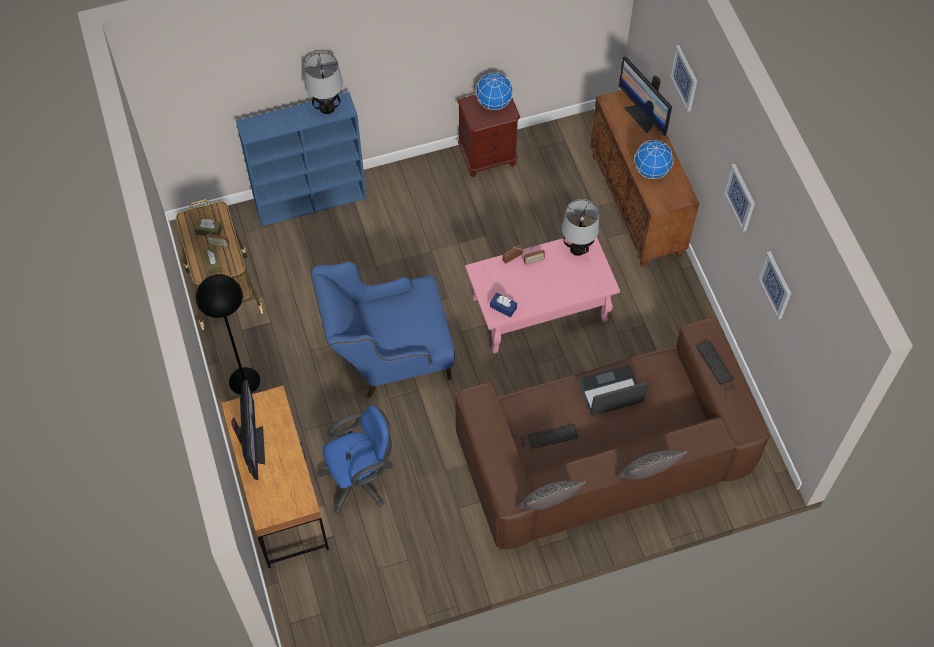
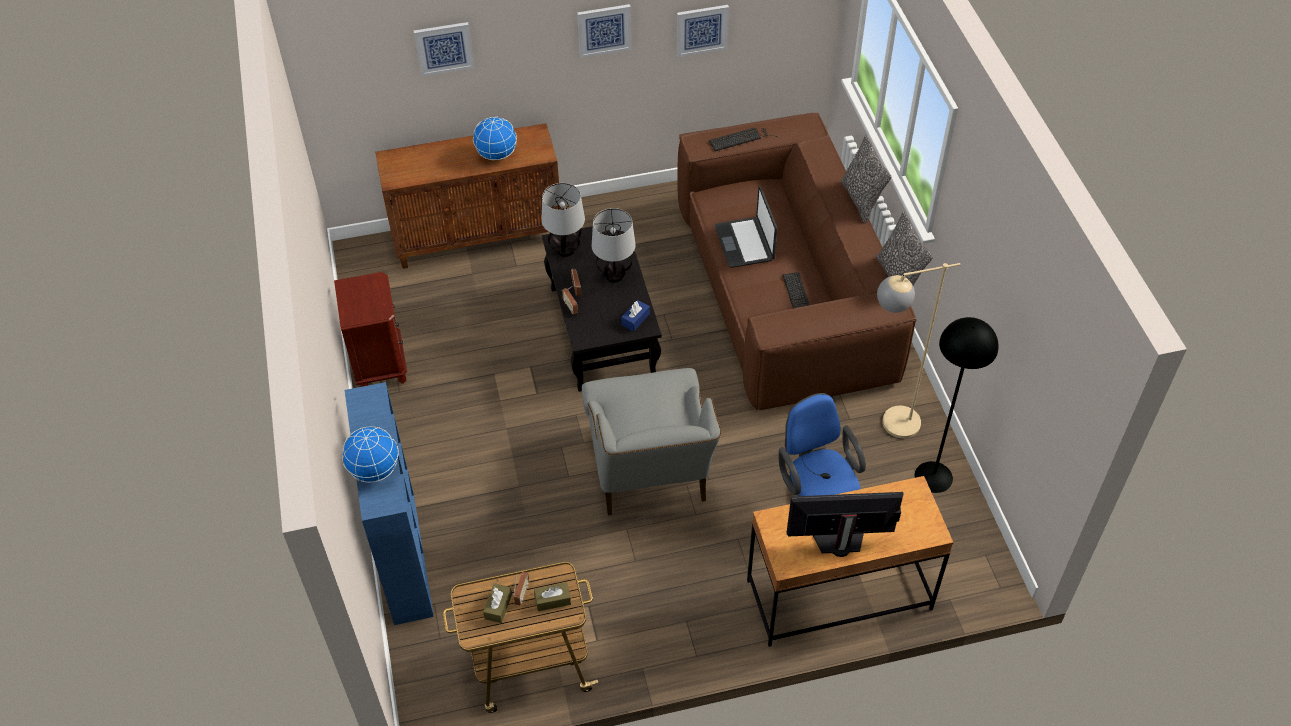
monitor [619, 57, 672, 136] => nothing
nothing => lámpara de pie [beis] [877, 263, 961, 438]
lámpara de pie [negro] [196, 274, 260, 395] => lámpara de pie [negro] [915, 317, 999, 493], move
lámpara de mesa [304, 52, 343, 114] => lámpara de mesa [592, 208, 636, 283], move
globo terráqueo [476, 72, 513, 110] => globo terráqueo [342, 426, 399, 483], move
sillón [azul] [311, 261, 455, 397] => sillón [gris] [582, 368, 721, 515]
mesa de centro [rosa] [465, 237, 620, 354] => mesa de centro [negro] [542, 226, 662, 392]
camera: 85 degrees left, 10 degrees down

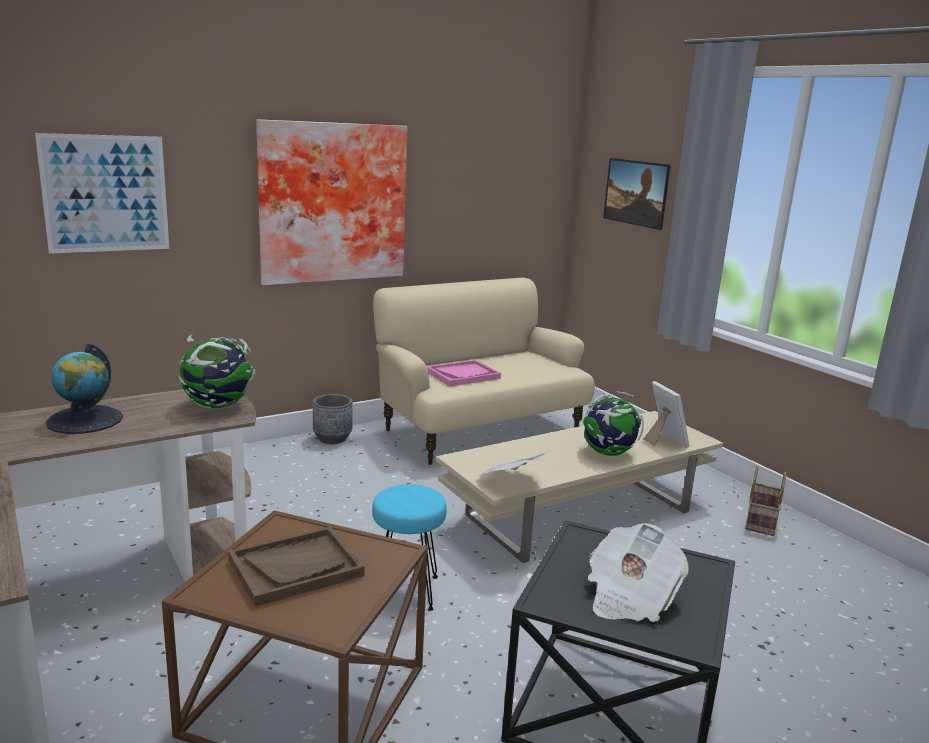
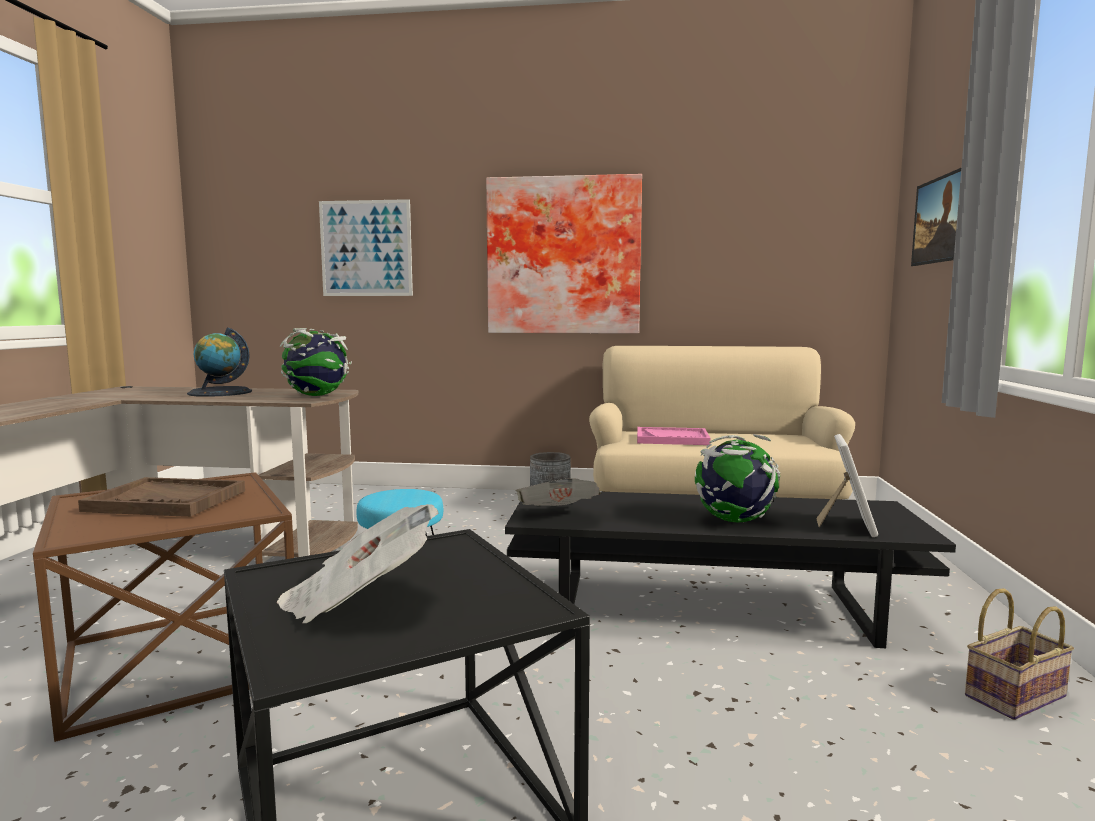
mesa de centro [beis] [436, 411, 723, 563] => mesa de centro [negro] [505, 492, 956, 648]
camera: 40 degrees right, 10 degrees down

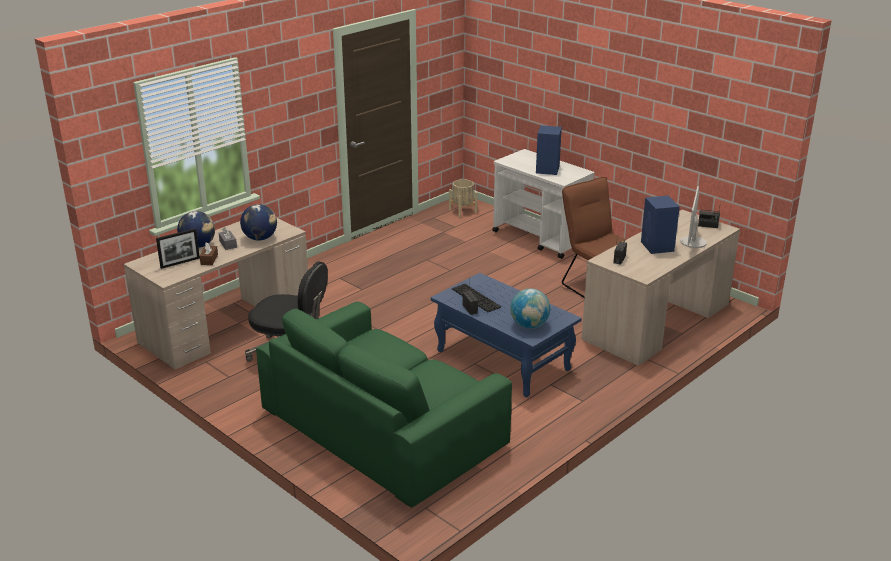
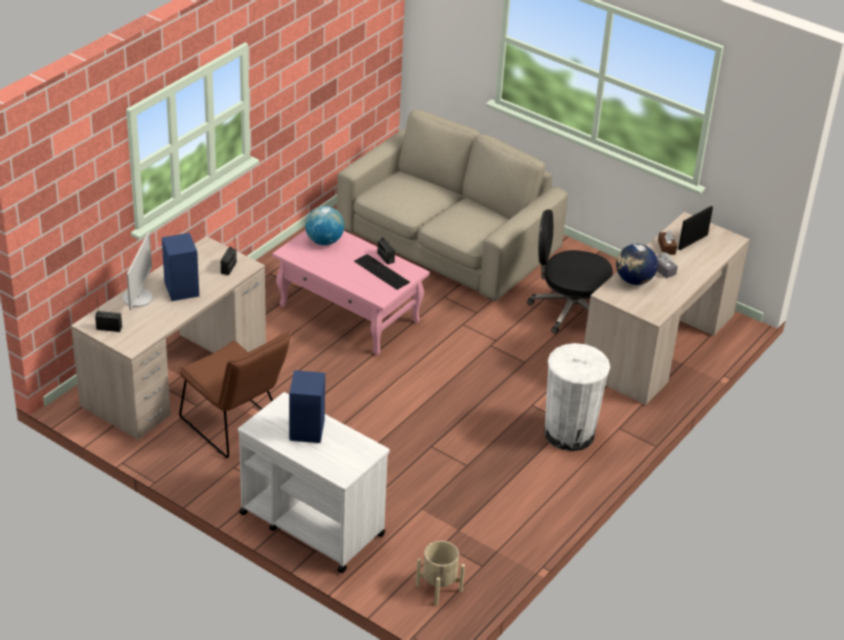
globo terráqueo [177, 211, 215, 248] => nothing
nothing => papelera [blanco] [544, 343, 610, 451]
sofá [verde] [256, 302, 512, 508] => sofá [beis] [337, 110, 568, 301]
mesa de centro [azul] [431, 273, 582, 398] => mesa de centro [rosa] [272, 230, 430, 355]
camera: 170 degrees right, 10 degrees up

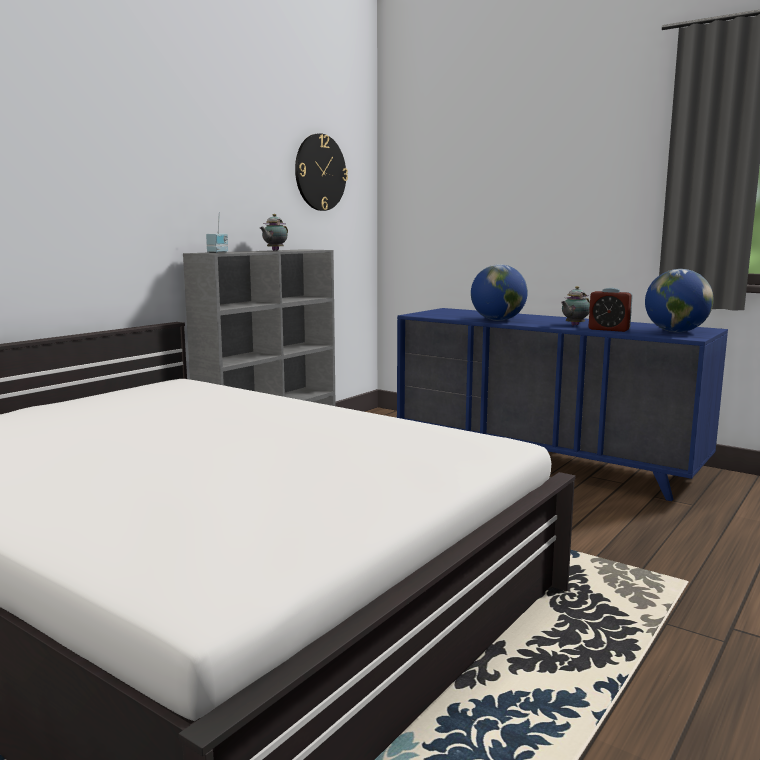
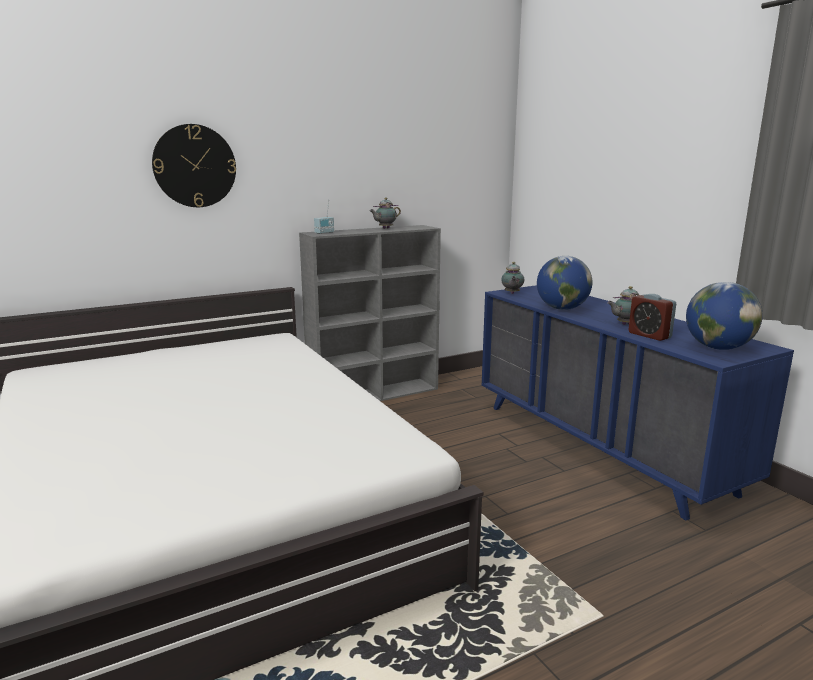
nothing => tetera [501, 262, 524, 294]
reloj de pared [295, 133, 348, 211] => reloj de pared [152, 124, 236, 207], move
camera: 25 degrees right, 5 degrees up

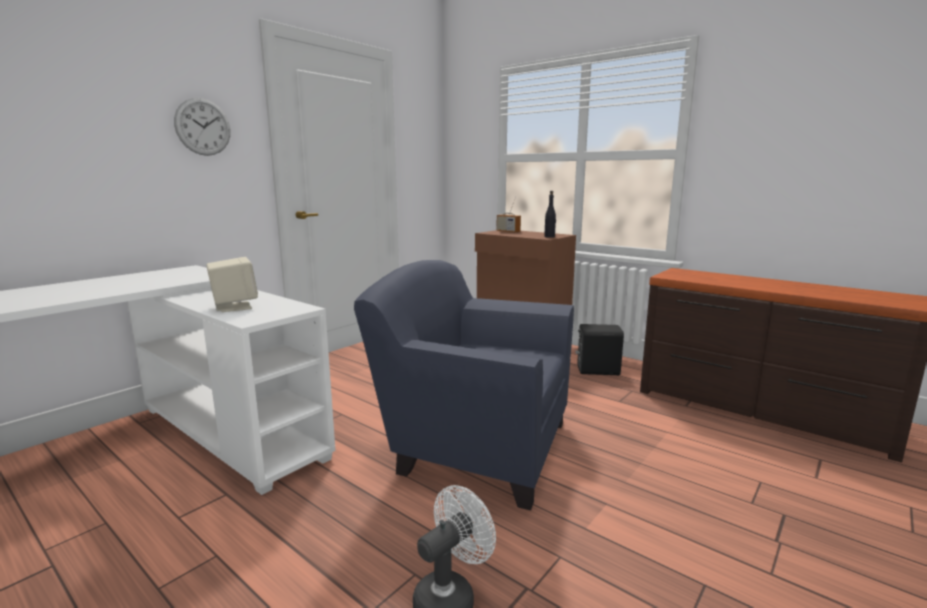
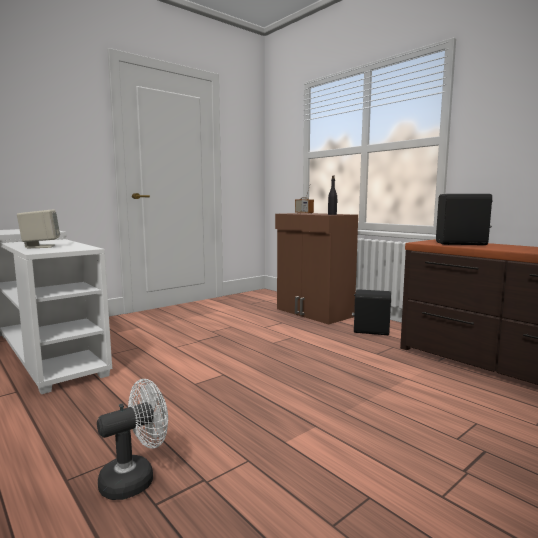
reloj de pared [174, 98, 230, 156] => nothing
sillón [azul] [354, 260, 574, 510] => nothing
nothing => altavoz [negro] [436, 194, 492, 245]
camera: 10 degrees right, 5 degrees down

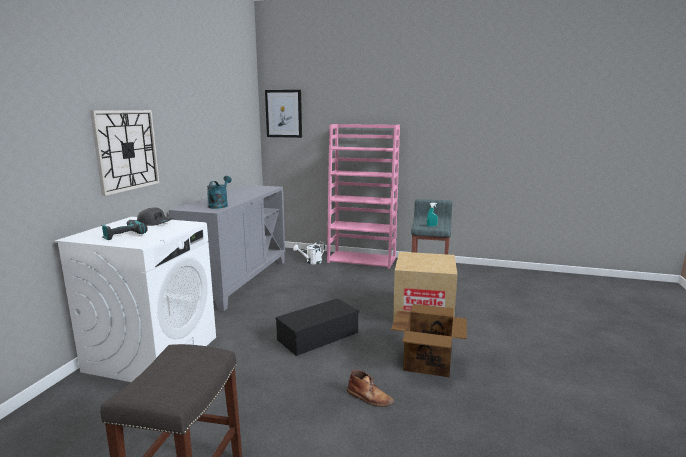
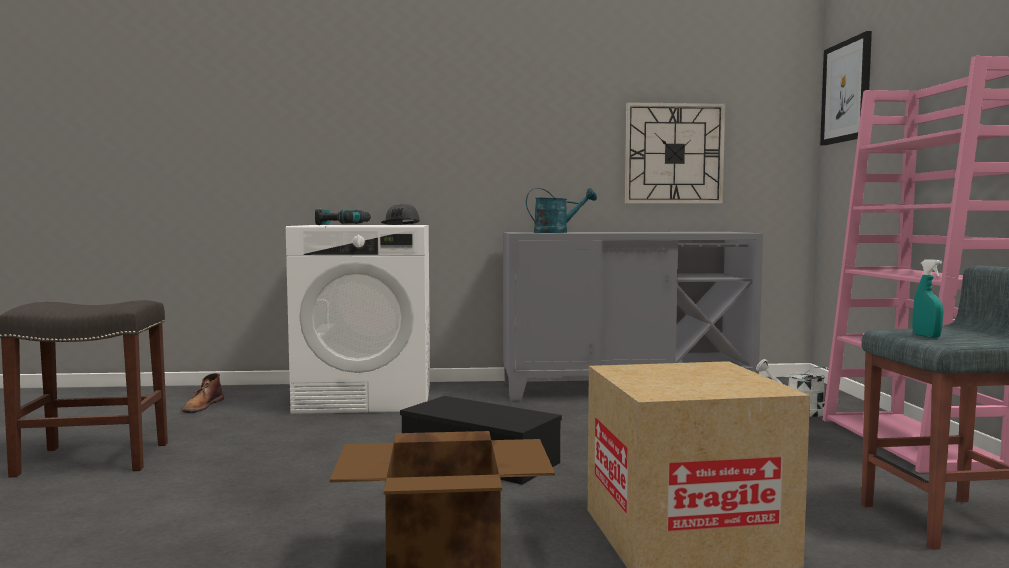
reloj de pared [90, 110, 160, 196] => reloj de pared [625, 102, 725, 204], move
bota [marrón] [347, 370, 394, 407] => bota [marrón] [182, 373, 224, 413], move
camera: 70 degrees right, 10 degrees down

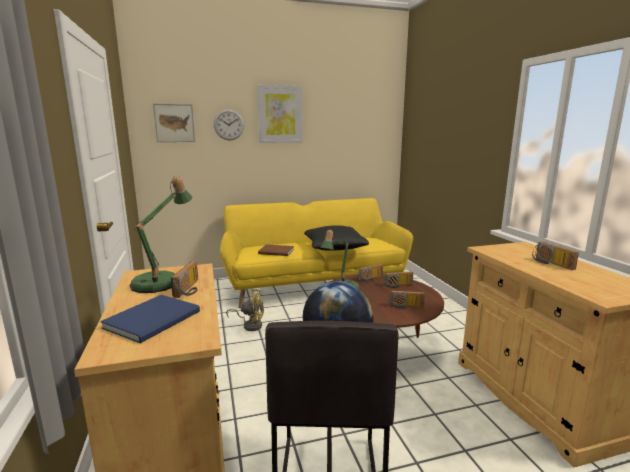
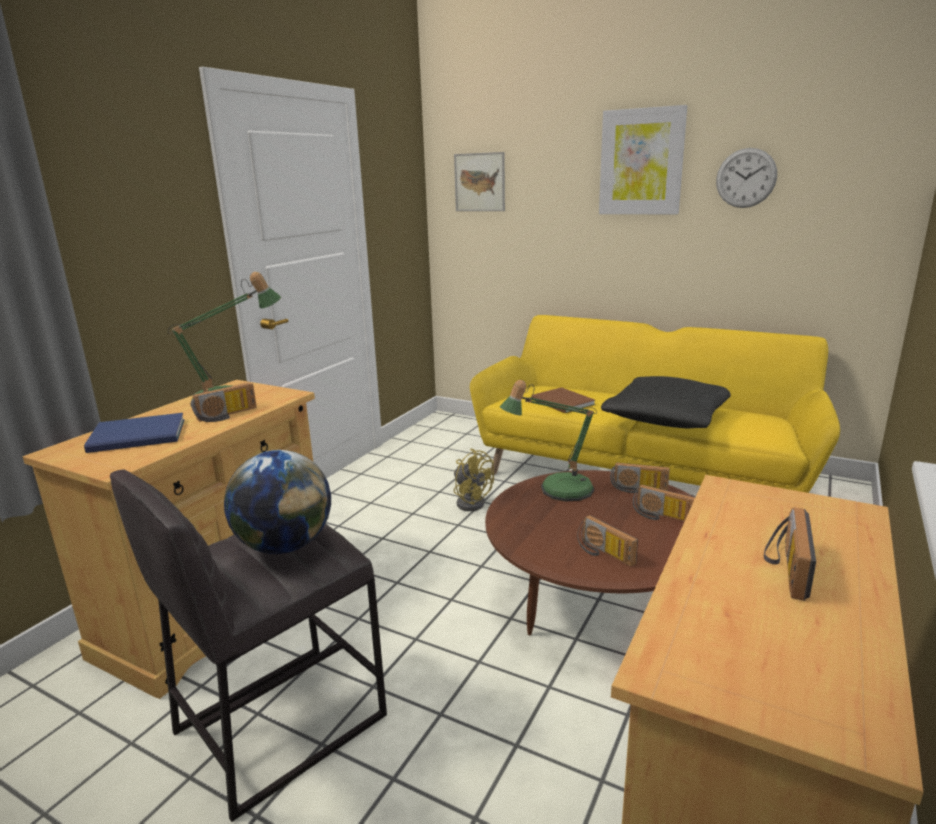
reloj de pared [214, 109, 244, 140] => reloj de pared [716, 148, 777, 208], move
camera: 45 degrees right, 5 degrees up

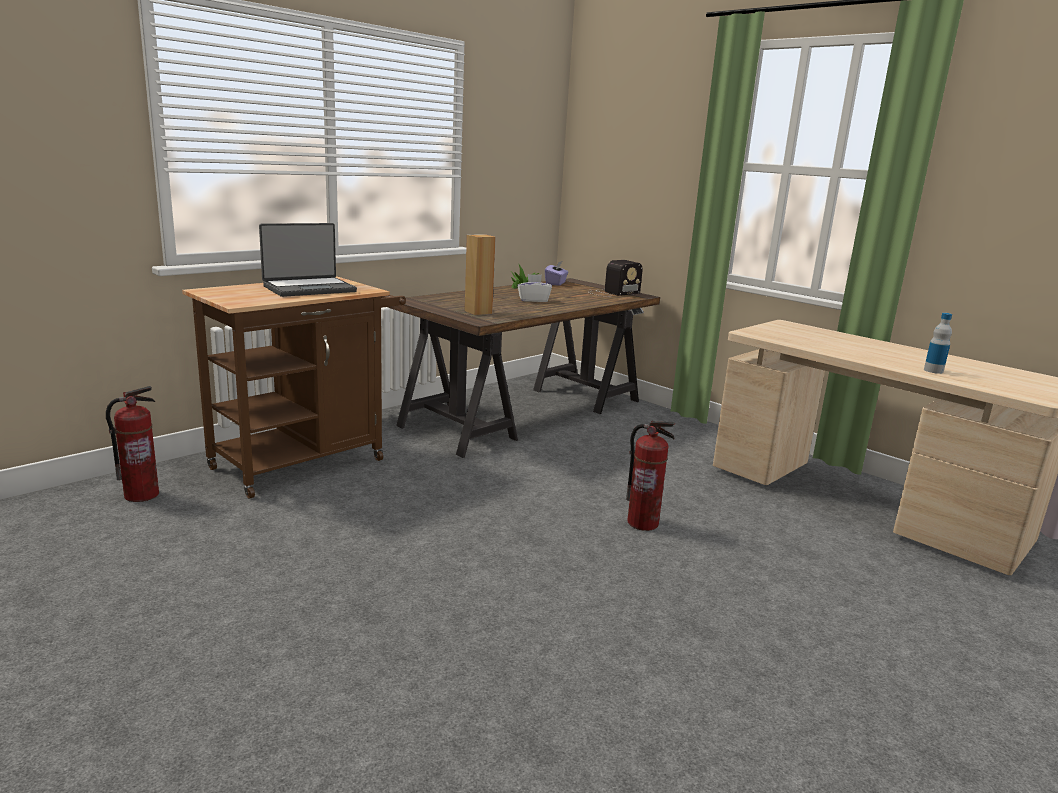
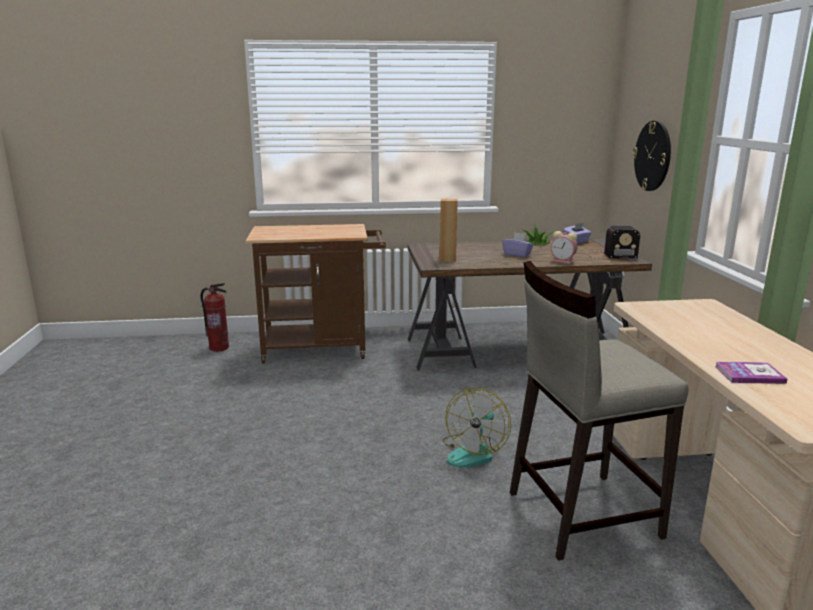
portátil [259, 223, 357, 297] => nothing
nothing => taburete [beis] [510, 261, 688, 561]
nothing => despertador [551, 231, 577, 264]
nothing => reloj de pared [632, 121, 671, 191]
extintor [626, 421, 675, 531] => ventilador [442, 387, 511, 467]
botella [924, 313, 952, 374] => libro [715, 362, 787, 384]
caja de pañuelos [blanco] [517, 274, 552, 302] => caja de pañuelos [morado] [502, 232, 534, 257]
camera: 40 degrees right, 0 degrees up

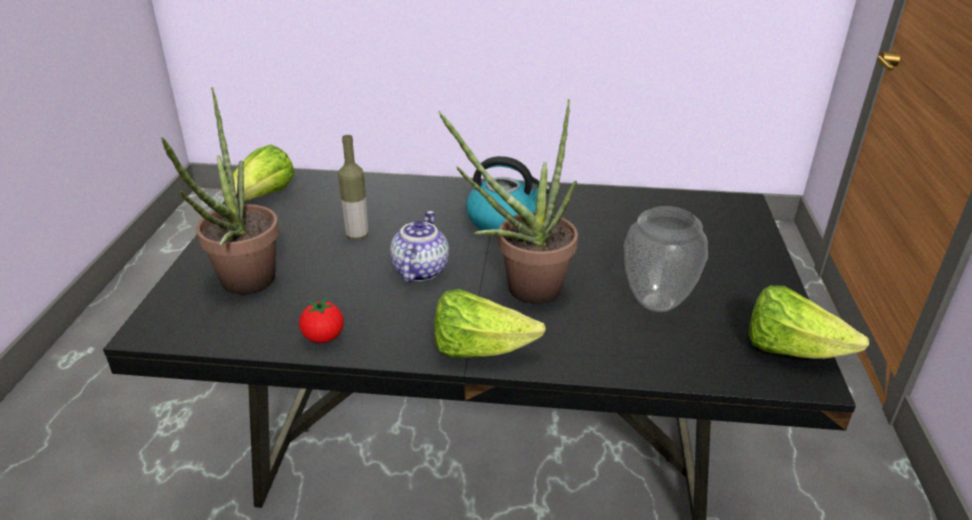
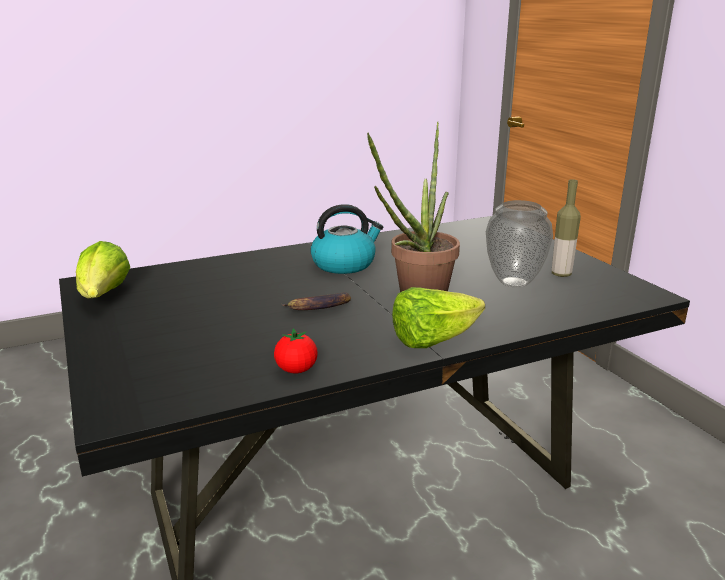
planta en maceta [161, 87, 279, 295] => nothing
lechuga [749, 285, 869, 359] => nothing
botella [338, 135, 368, 240] => botella [552, 179, 581, 277], move
tetera [390, 211, 449, 282] => plátano [282, 292, 351, 310]
camera: 30 degrees left, 10 degrees down

